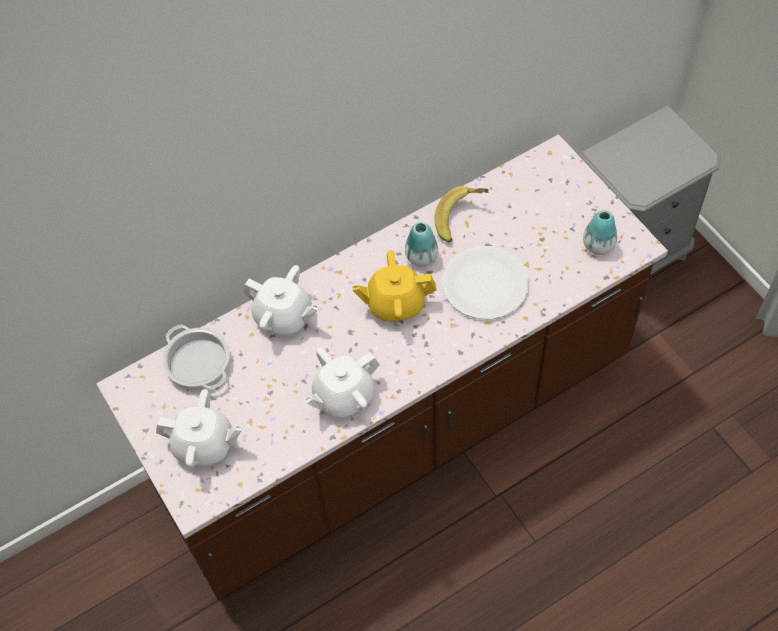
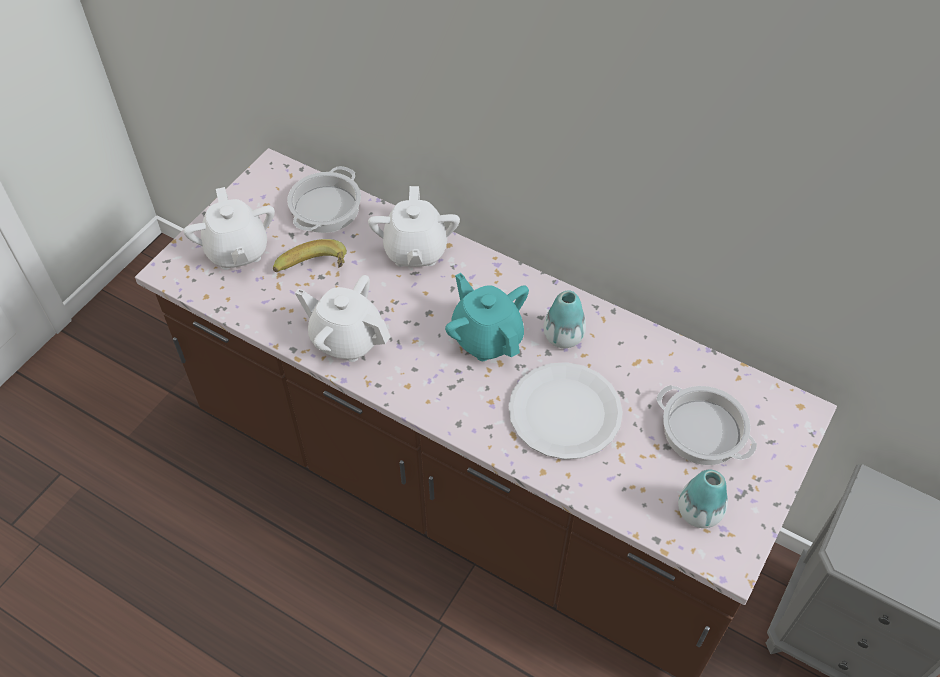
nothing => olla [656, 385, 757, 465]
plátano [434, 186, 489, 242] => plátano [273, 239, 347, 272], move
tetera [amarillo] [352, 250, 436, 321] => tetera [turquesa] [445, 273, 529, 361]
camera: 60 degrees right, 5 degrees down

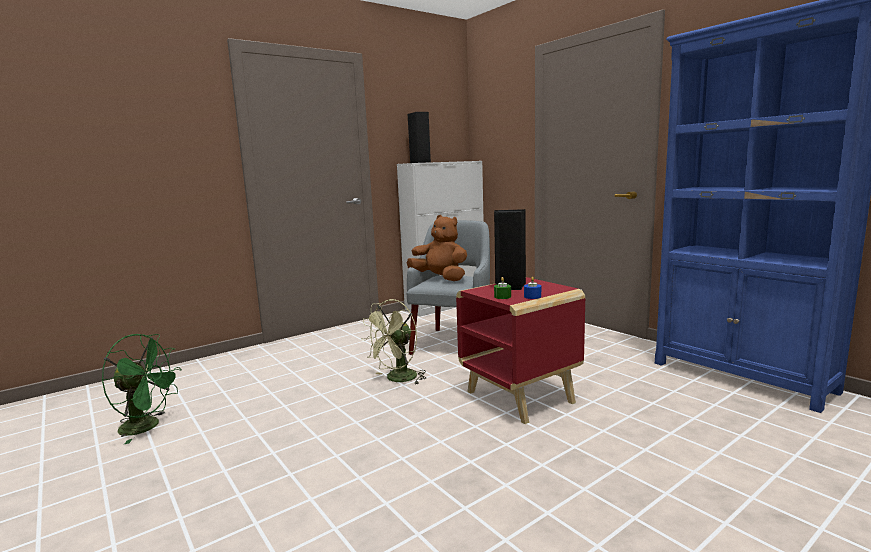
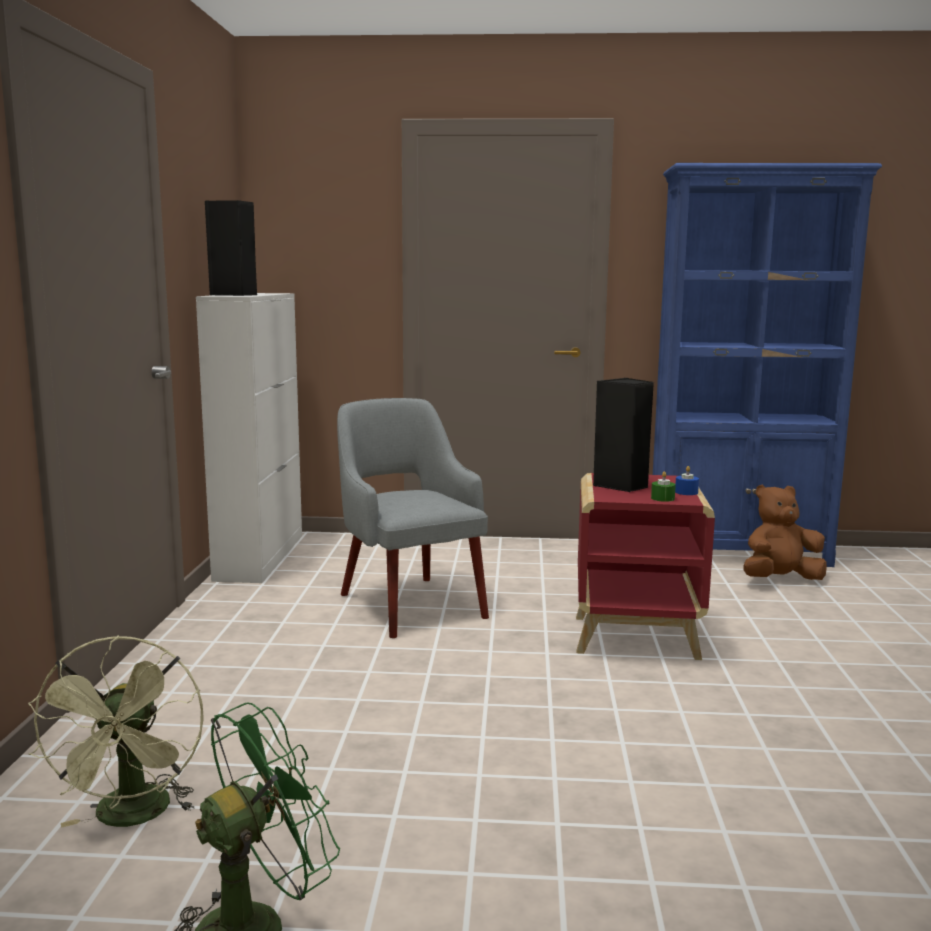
ventilador [verde] [361, 299, 426, 384] => ventilador [verde] [28, 635, 204, 828], move
peluche [marrón] [407, 215, 467, 281] => peluche [marrón] [743, 485, 827, 580], move
camera: 50 degrees left, 0 degrees up

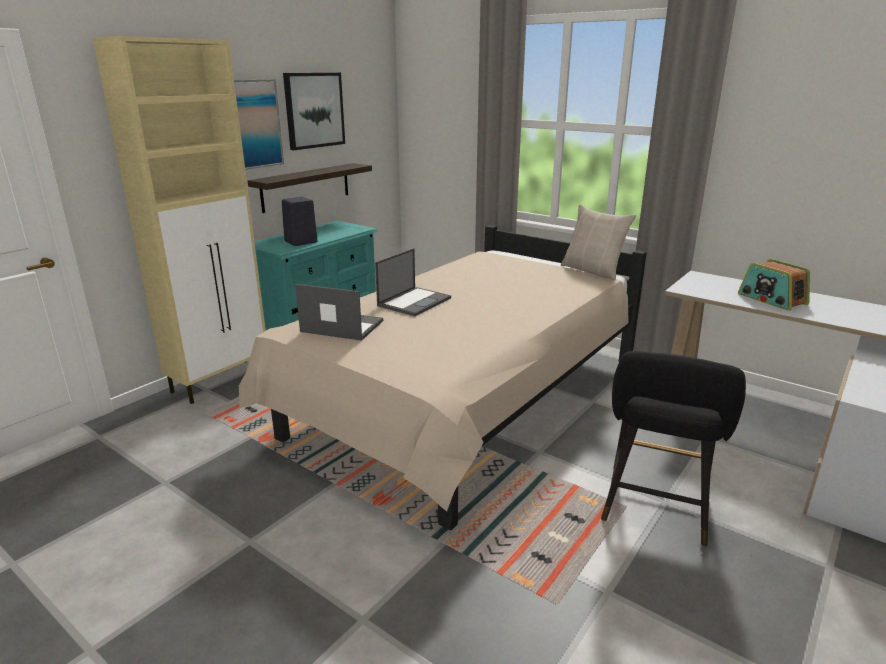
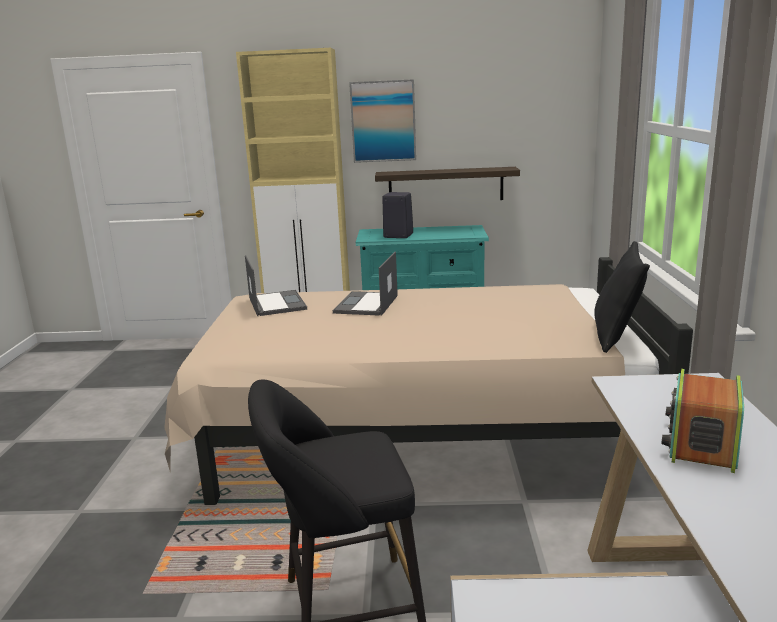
cuadro [283, 73, 345, 150] => nothing
cojín [beis] [561, 204, 636, 281] => cojín [negro] [594, 241, 650, 353]
portátil [375, 248, 451, 316] => portátil [333, 252, 398, 316], 105 degrees clockwise
camera: 55 degrees right, 5 degrees down

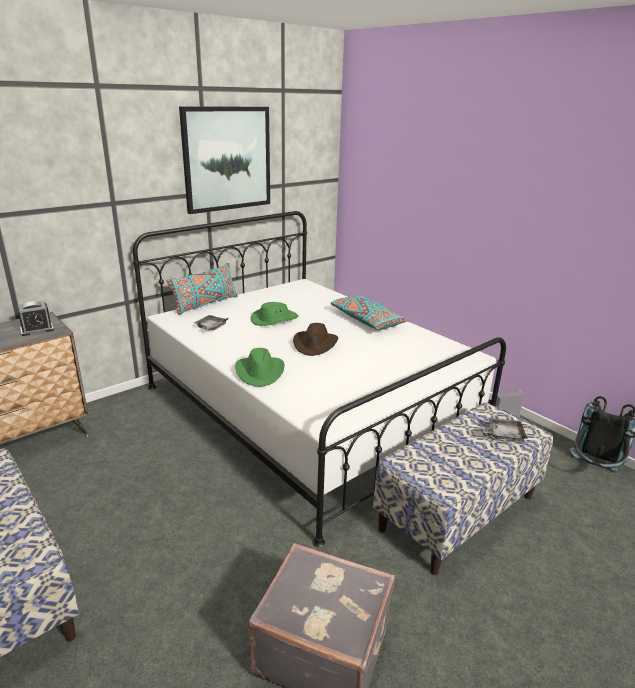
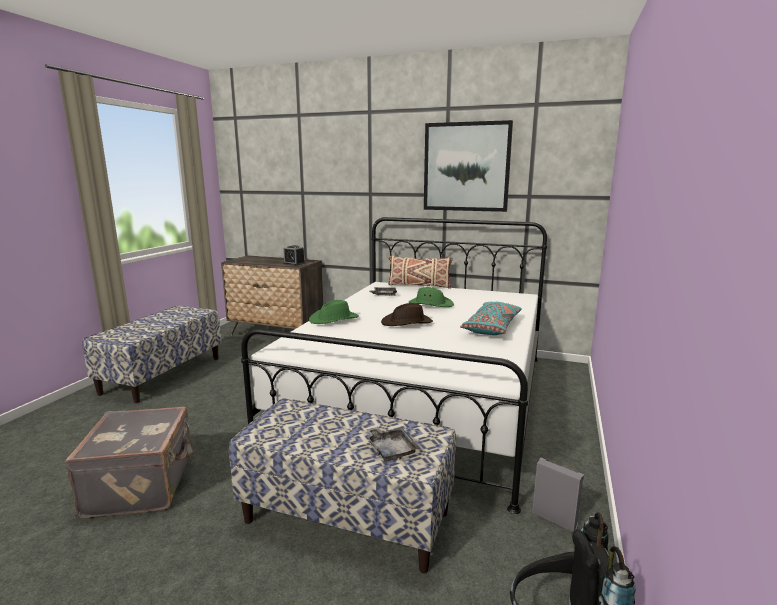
cojín [turquesa] [167, 263, 238, 315] => cojín [beis] [388, 256, 453, 289]
camera: 60 degrees right, 10 degrees down

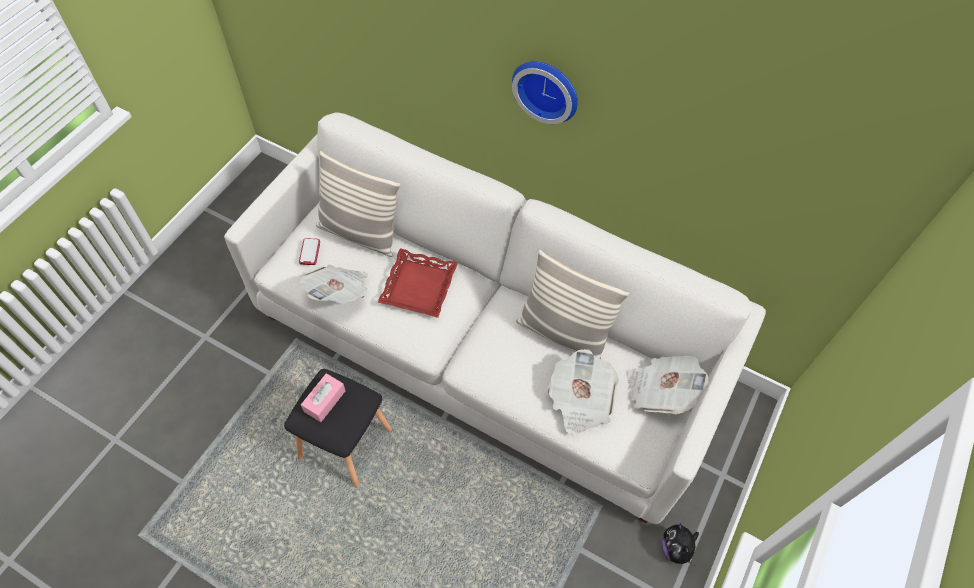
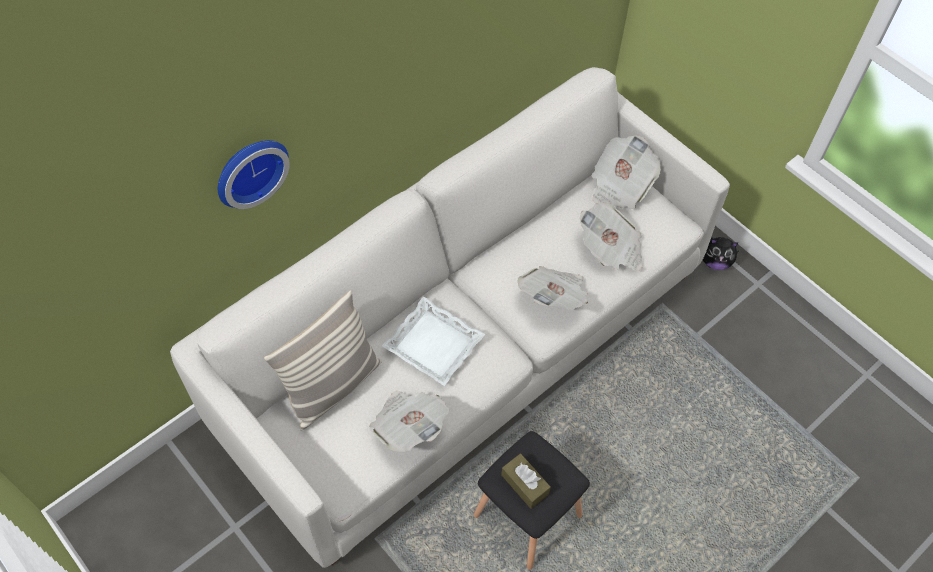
móvil [299, 238, 320, 265] => nothing
cojín [516, 250, 630, 360] => nothing
nothing => periódico [517, 266, 588, 310]
reloj de pared [512, 61, 578, 124] => reloj de pared [218, 140, 290, 209], move
caja de pañuelos [rosa] [301, 373, 345, 422] => caja de pañuelos [marrón] [501, 453, 551, 509]
bandeja [rojo] [378, 248, 458, 318] => bandeja [blanco] [382, 296, 485, 386]
camera: 70 degrees left, 0 degrees up

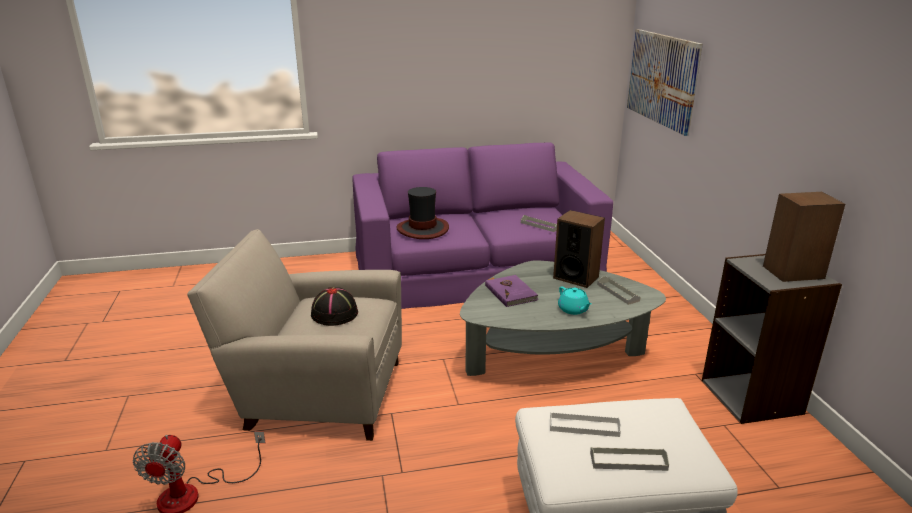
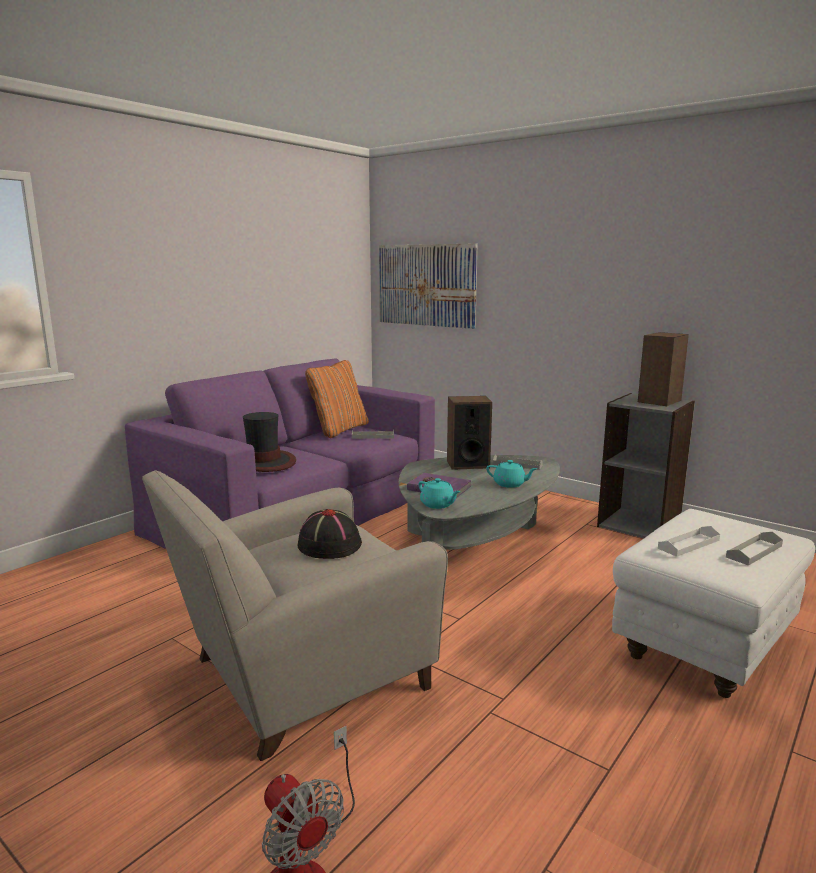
nothing => cojín [naranja] [305, 360, 369, 438]
nothing => tetera [turquesa] [419, 478, 460, 509]
camera: 40 degrees left, 10 degrees down

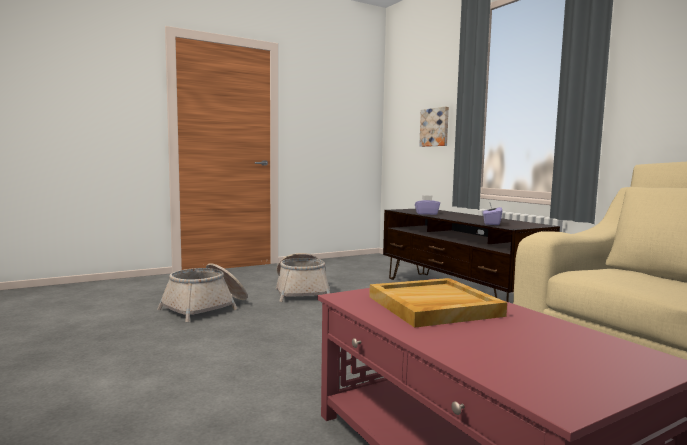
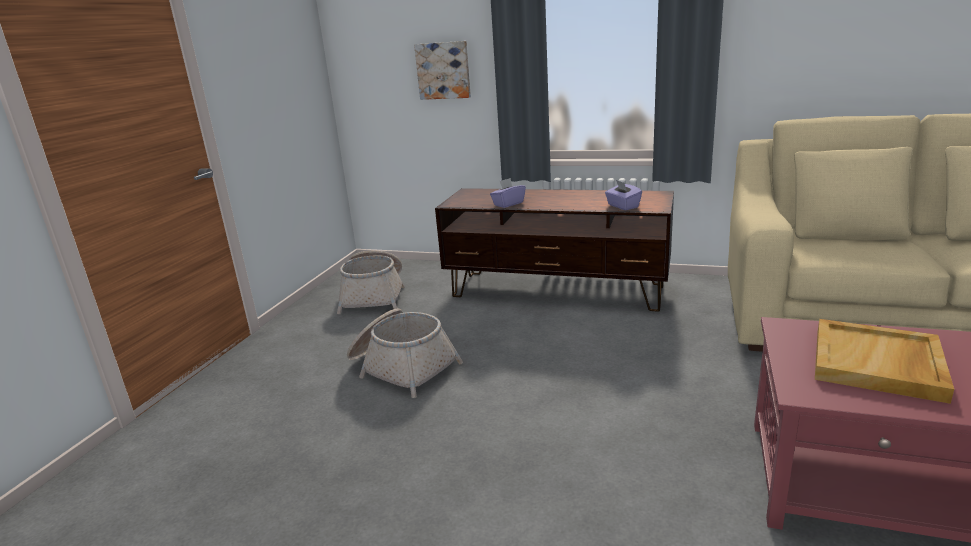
cesta [157, 263, 248, 322] => cesta [337, 251, 405, 314], move
camera: 40 degrees left, 15 degrees up

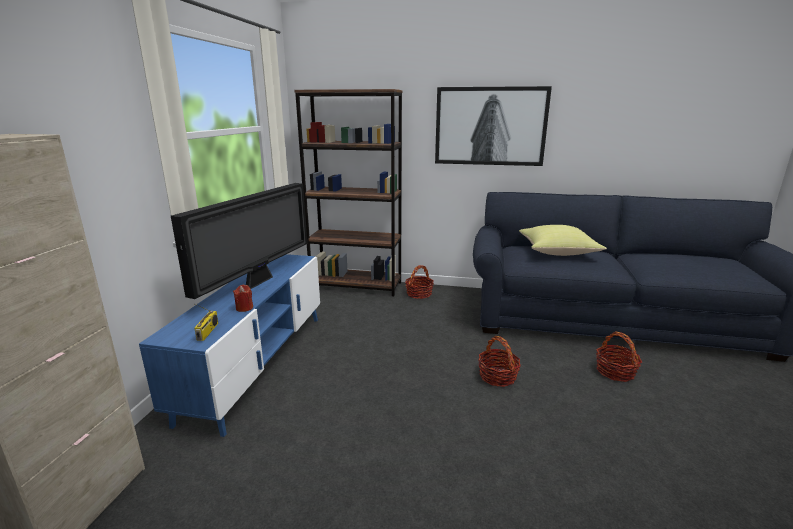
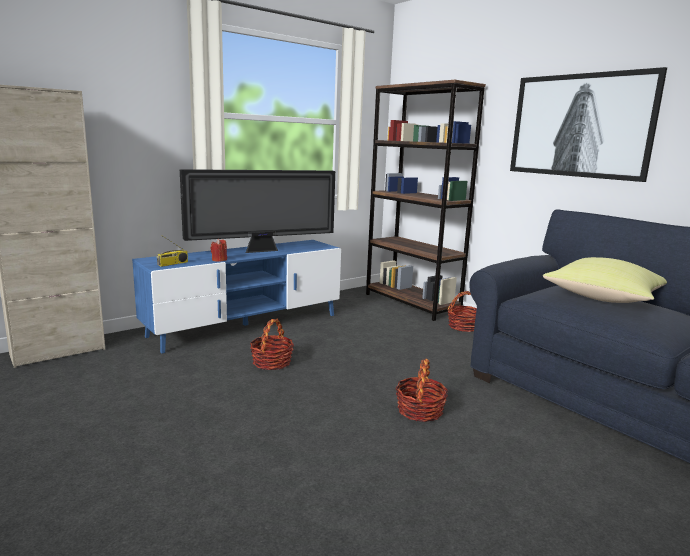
cesta [596, 332, 642, 382] => cesta [250, 319, 294, 370], move
camera: 40 degrees right, 5 degrees down

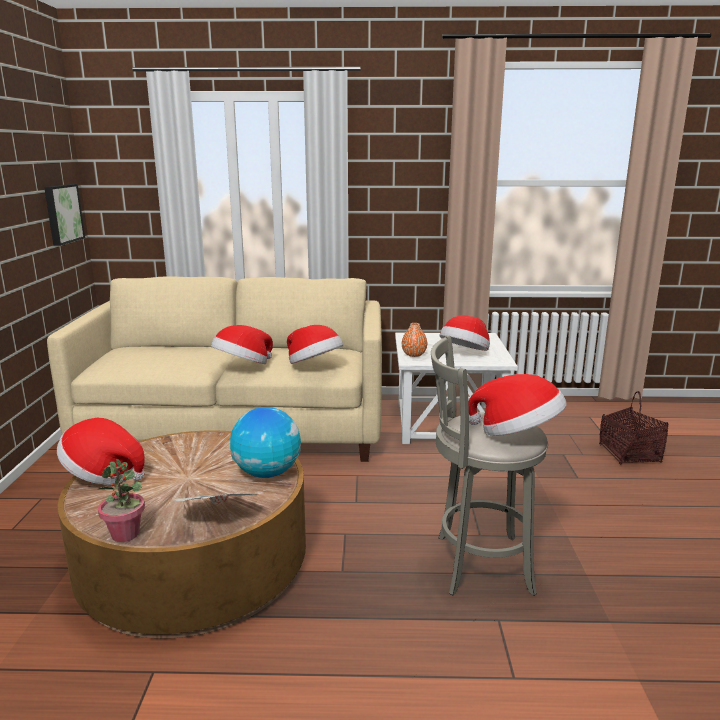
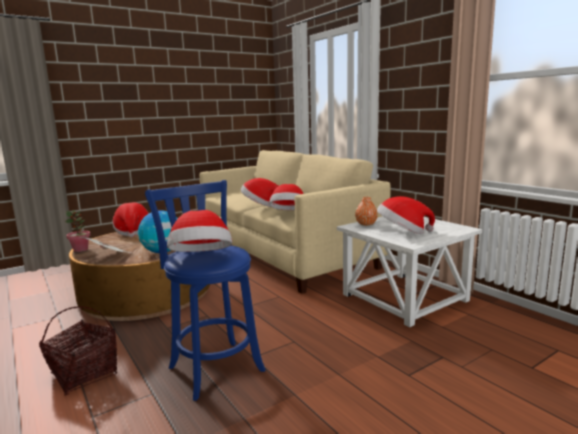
cuadro [44, 184, 85, 246] => nothing
cesta [599, 391, 668, 465] => cesta [39, 306, 117, 396], move
taburete [gris] [431, 335, 548, 596] => taburete [azul] [145, 180, 266, 401]
camera: 55 degrees right, 5 degrees down

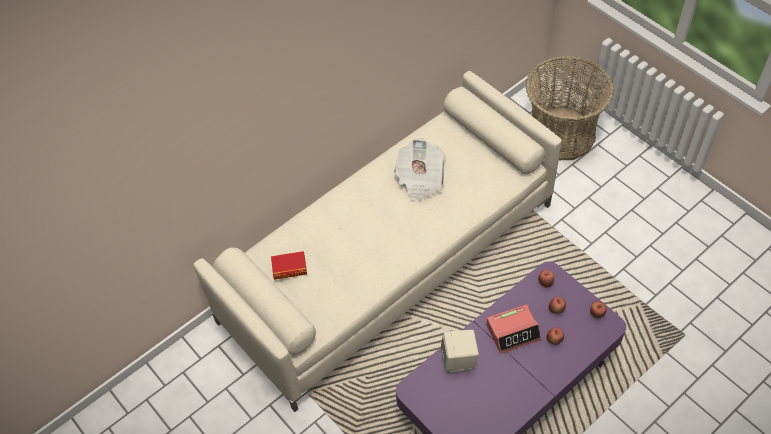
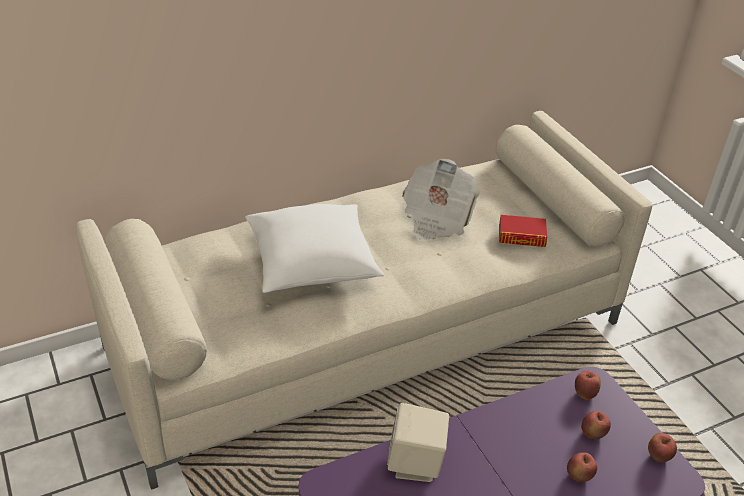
despertador [487, 304, 541, 354] => nothing
cesta [526, 56, 614, 160] => nothing
nothing => cojín [blanco] [245, 204, 384, 293]
libro [271, 251, 307, 280] => libro [499, 215, 547, 247], move
camera: 10 degrees right, 15 degrees down

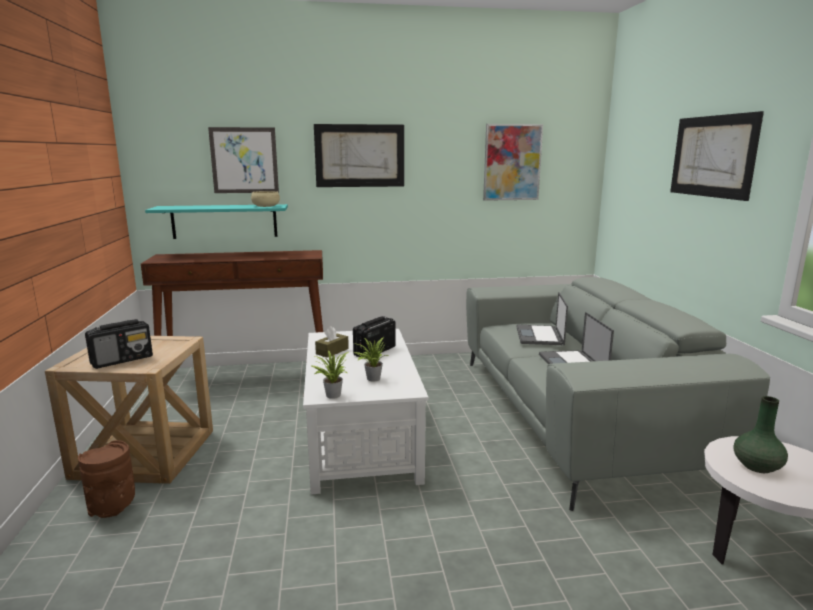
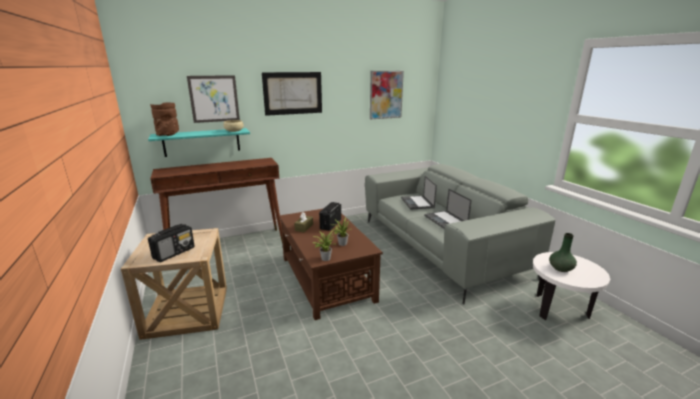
cuadro [670, 111, 764, 201] => nothing
florero [marrón] [78, 440, 135, 518] => florero [marrón] [150, 102, 179, 136], move
mesa de centro [blanco] [303, 329, 429, 494] => mesa de centro [marrón] [279, 209, 383, 320]
camera: 15 degrees left, 5 degrees up

